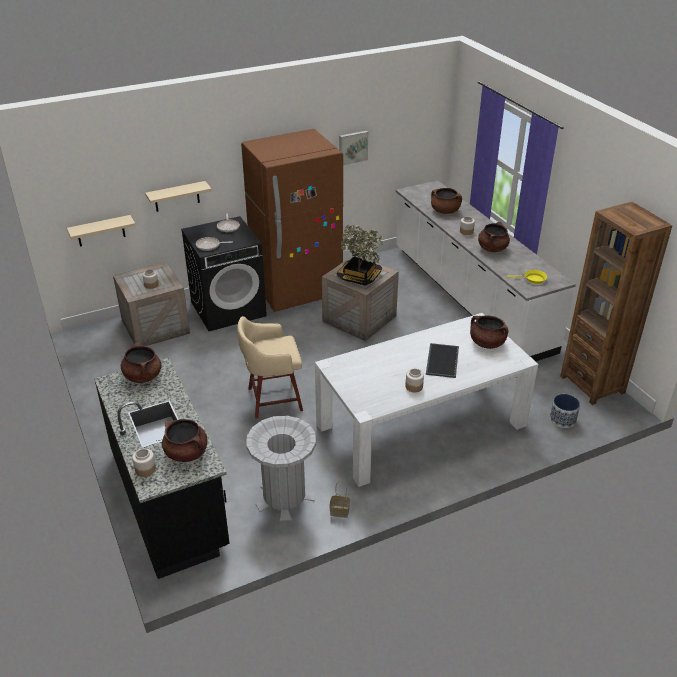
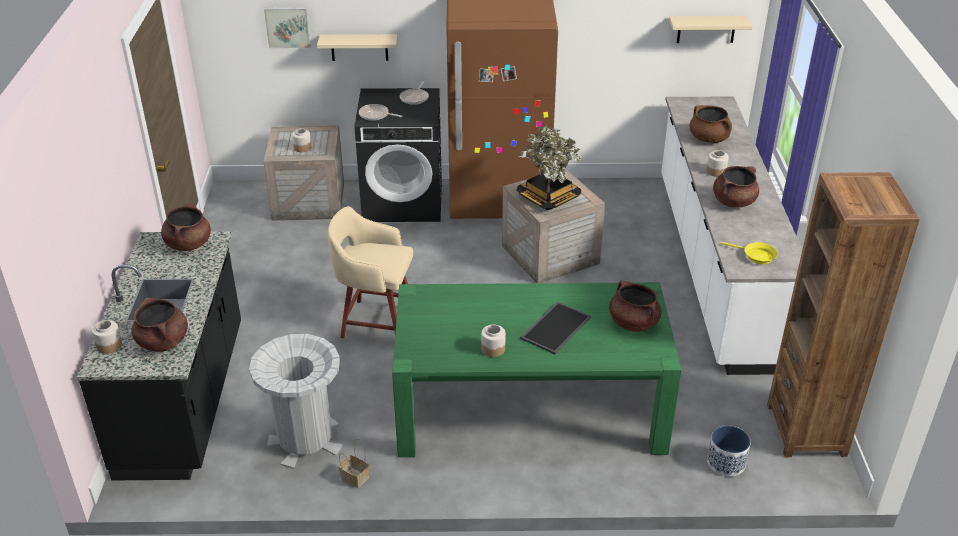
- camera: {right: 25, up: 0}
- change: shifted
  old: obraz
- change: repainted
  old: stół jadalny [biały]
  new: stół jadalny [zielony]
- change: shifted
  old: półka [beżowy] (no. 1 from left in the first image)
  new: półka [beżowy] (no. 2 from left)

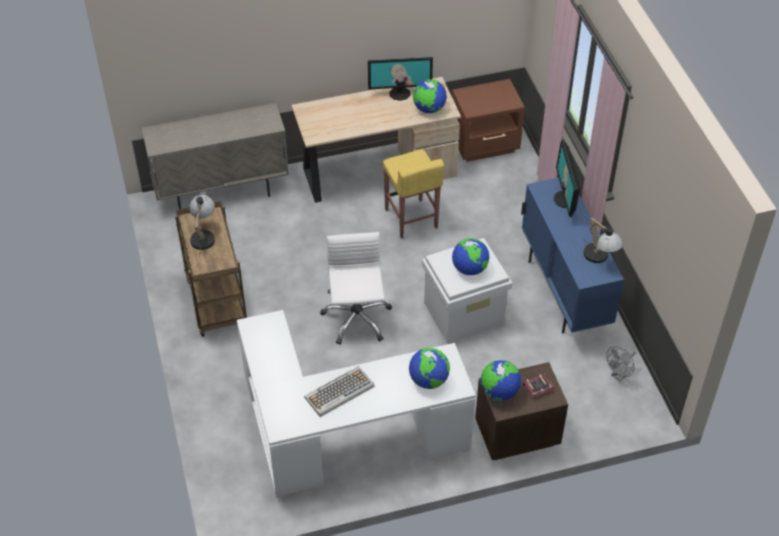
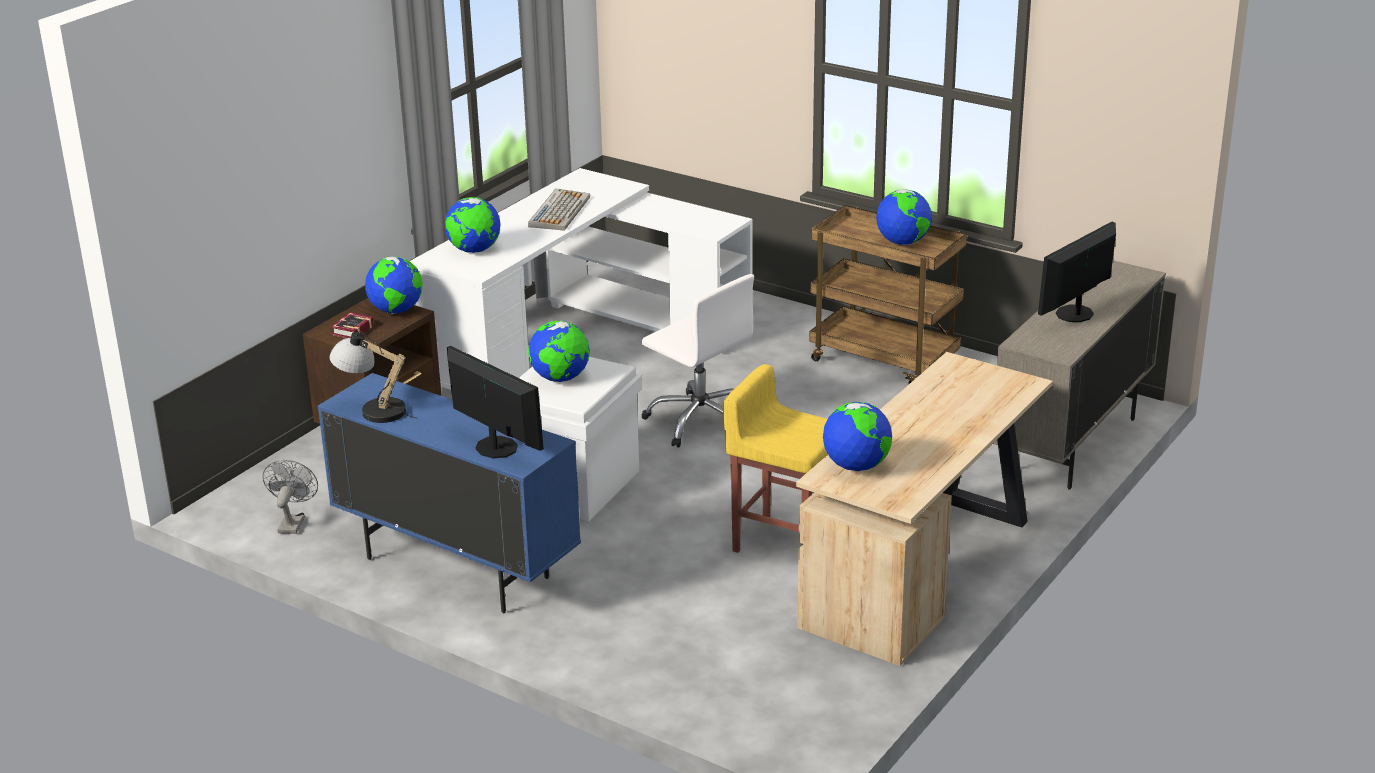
- camera: {right: 140, up: -20}
- change: swapped
  old: lampa stołowa (no. 1 from left)
  new: globus (no. 5 from left)
- change: shifted
  old: monitor (no. 1 from left in the first image)
  new: monitor (no. 2 from left)
- change: gone
  old: szafka nocna [brązowy] (no. 1 from left)

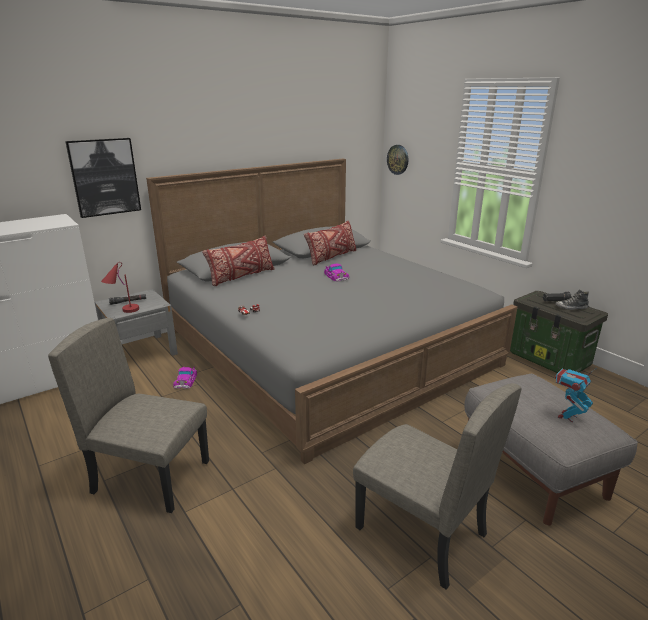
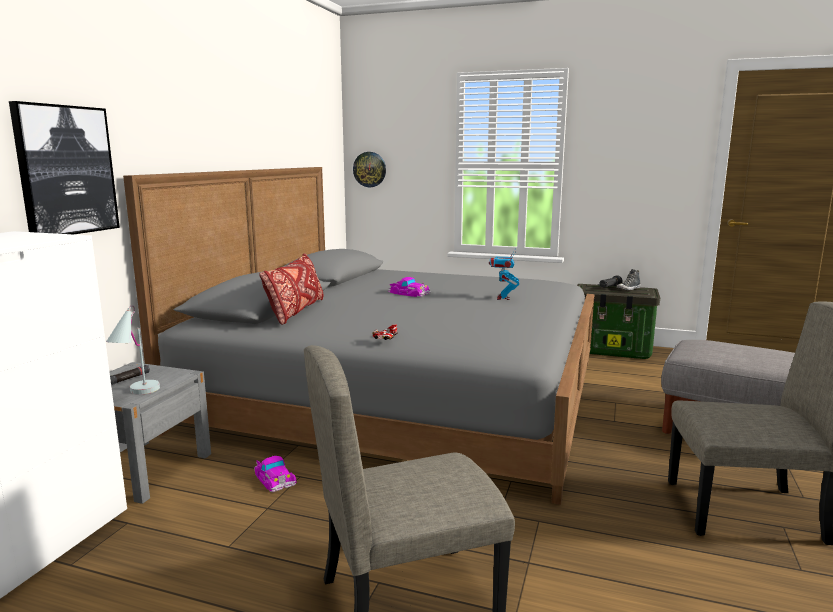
- camera: {right: -35, up: -10}
- change: repainted
  old: lampa stołowa [czerwony]
  new: lampa stołowa [biały]
- change: shifted
  old: robot zabawkowy
- change: gone
  old: poduszka [czerwony] (no. 2 from left)

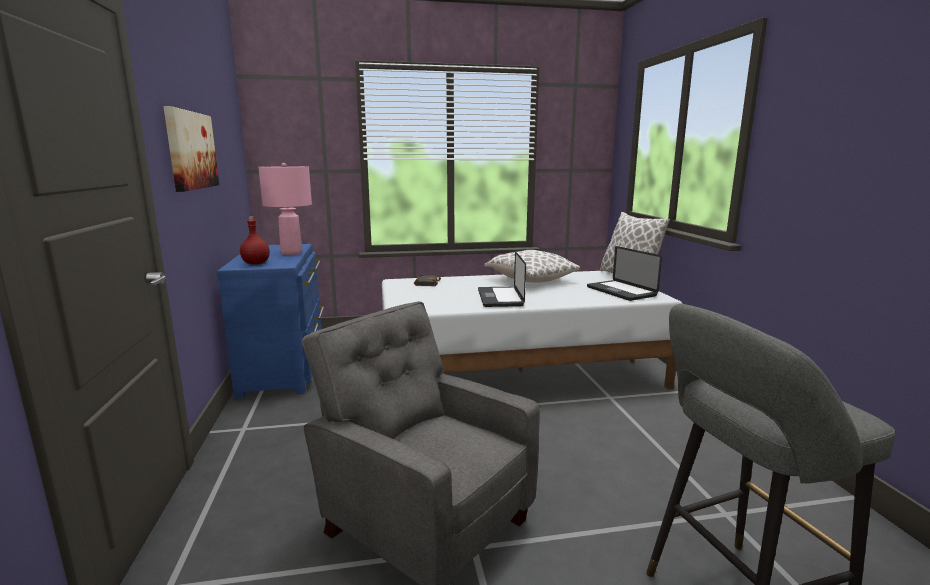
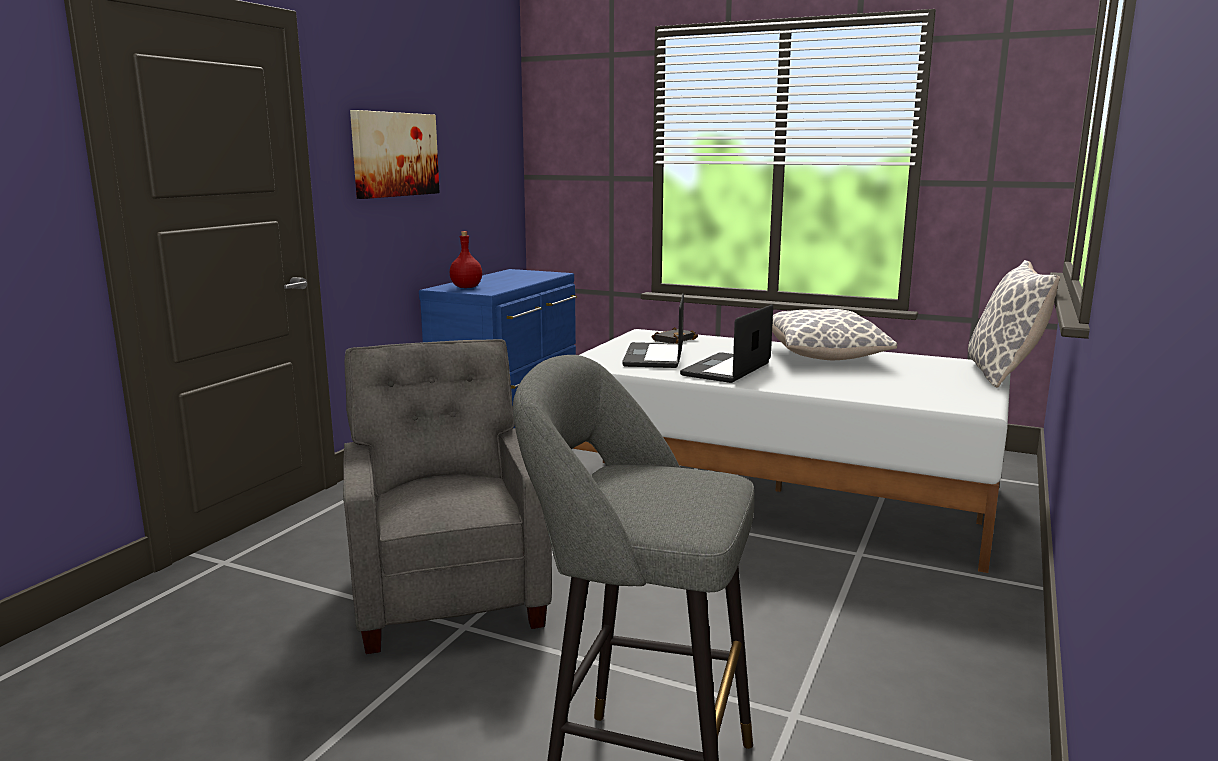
- camera: {right: 35, up: 0}
- change: shifted
  old: laptop (no. 2 from left in the first image)
  new: laptop (no. 1 from left)
- change: gone
  old: lampa stołowa [różowy]

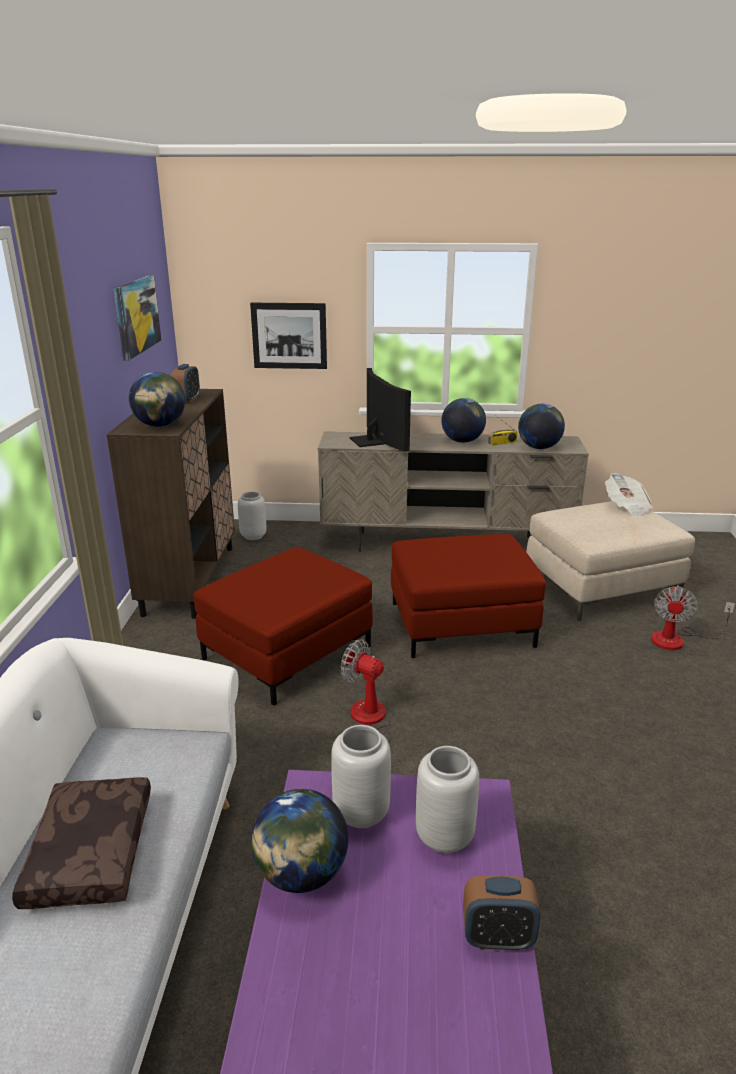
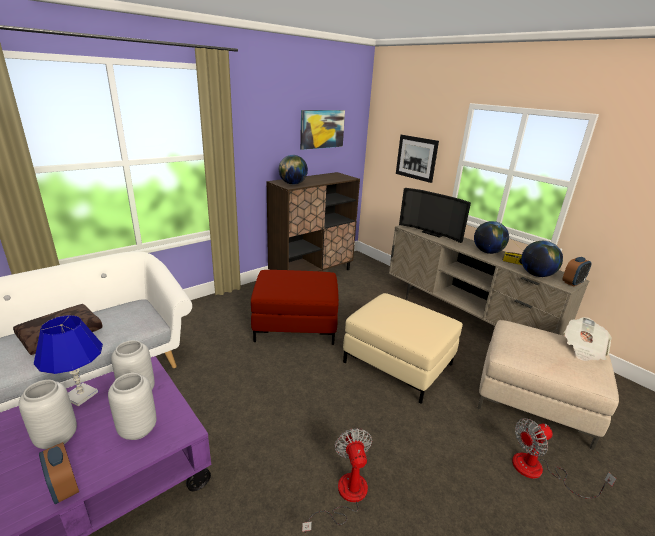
- camera: {right: 45, up: 0}
- change: shifted
  old: wazon [szary] (no. 1 from left)
- change: swapped
  old: globus (no. 2 from left)
  new: lampa stołowa [niebieski]
- change: shifted
  old: wentylator (no. 1 from left)
- change: repainted
  old: pufa [czerwony] (no. 2 from left)
  new: pufa [beżowy] (no. 1 from left)
- change: rotated
  old: telewizor
  degrees: 105
- change: shifted
  old: budzik (no. 1 from left in the first image)
  new: budzik (no. 2 from left)

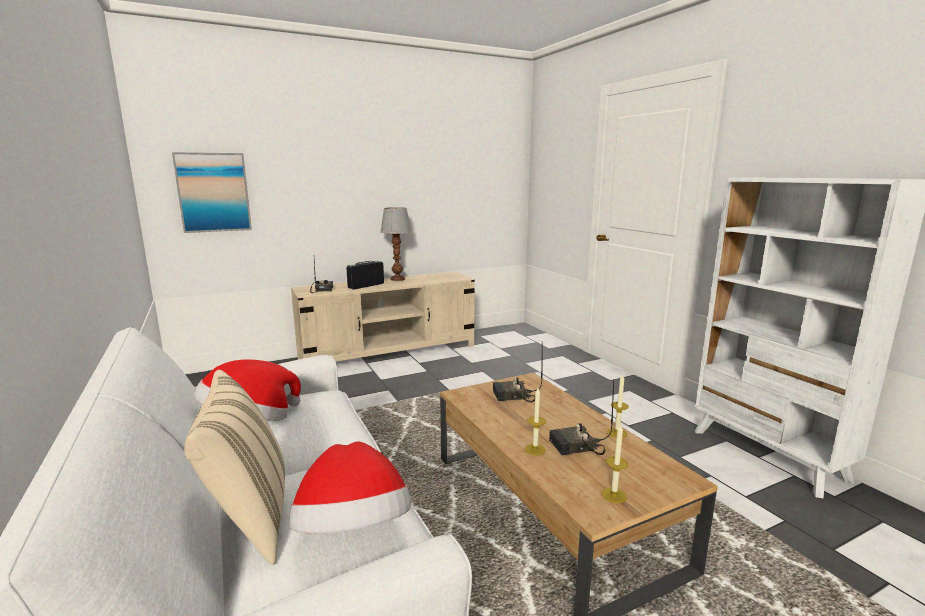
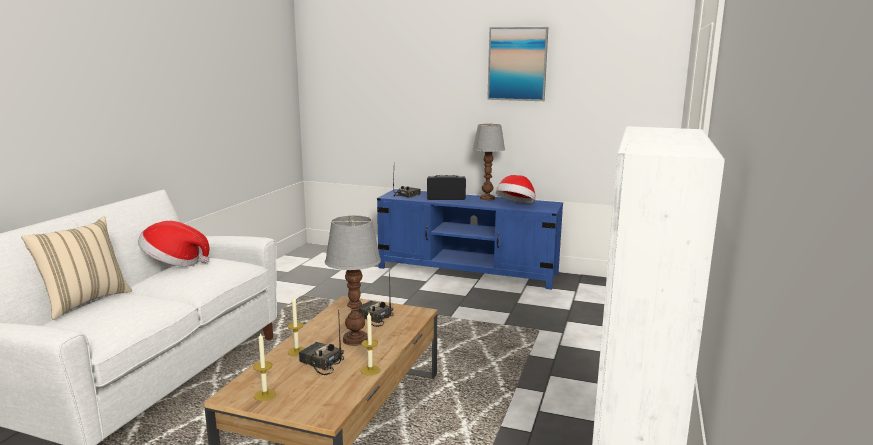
- camera: {right: 45, up: 0}
- change: new
  new: lampa stołowa (no. 1 from left)
- change: repainted
  old: szafka pod telewizor [beżowy]
  new: szafka pod telewizor [niebieski]
- change: shifted
  old: obraz
- change: shifted
  old: kapelusz (no. 2 from left)

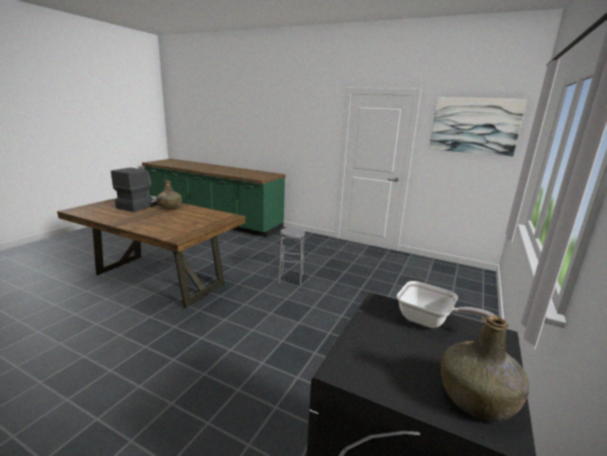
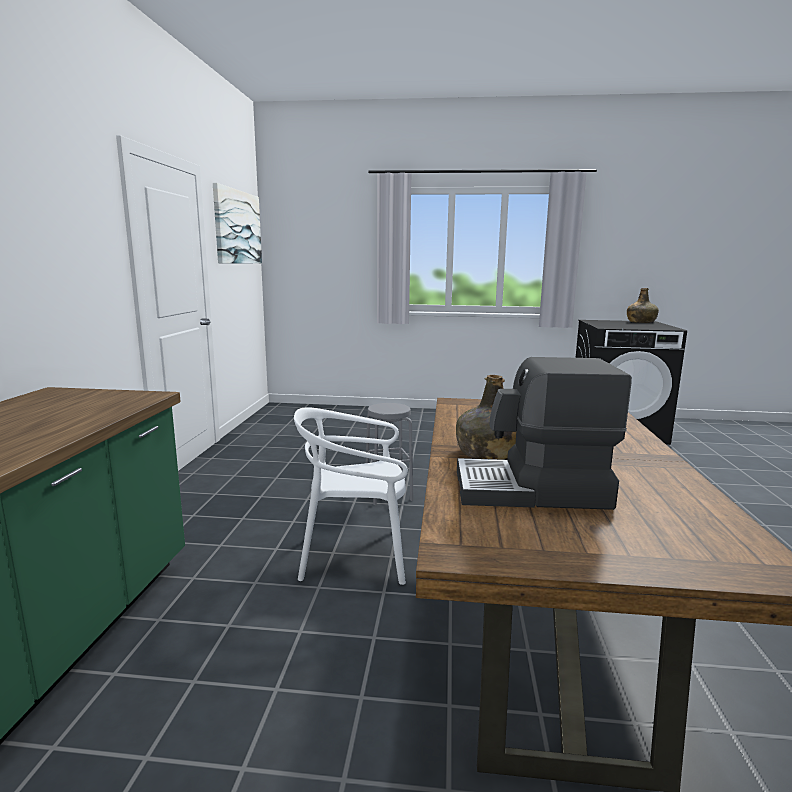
- camera: {right: -110, up: -5}
- change: new
  new: krzesło [biały]
- change: gone
  old: patelnia

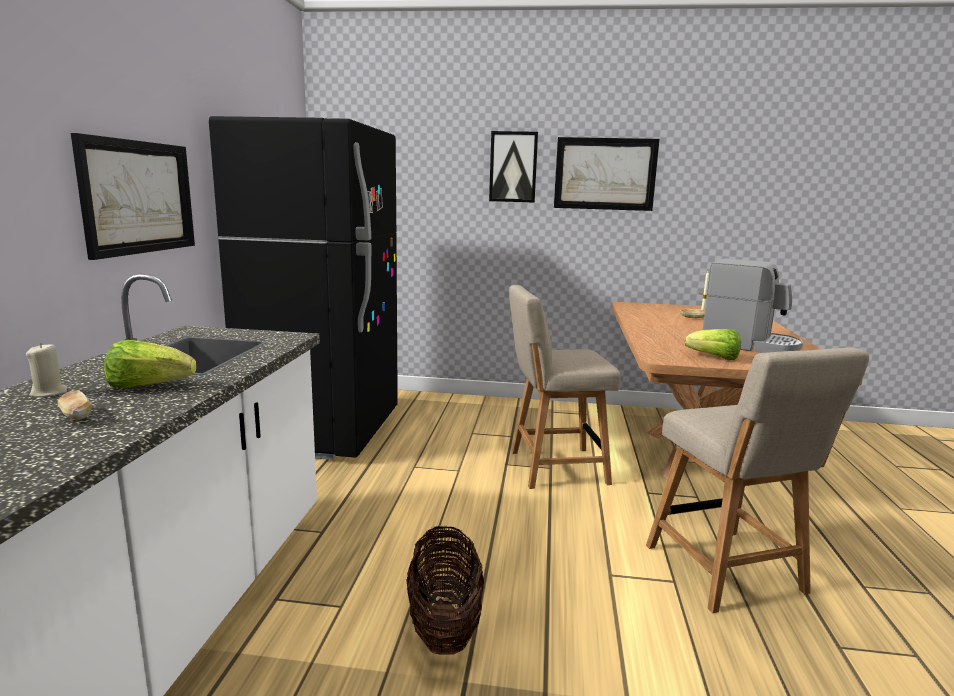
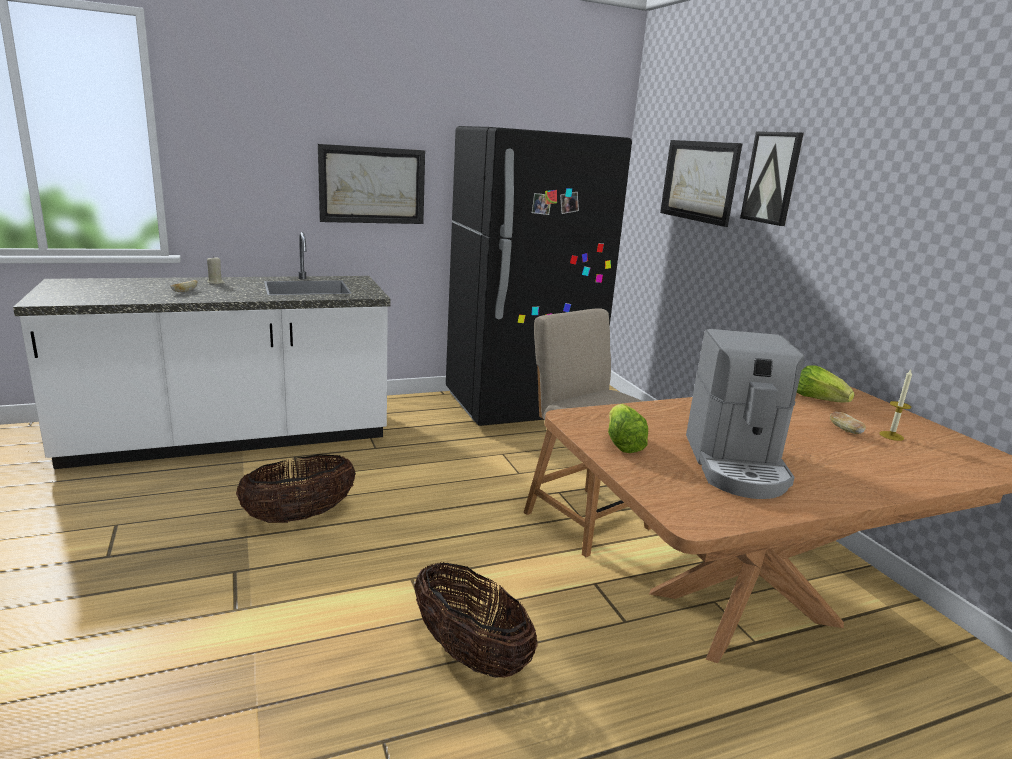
- camera: {right: 60, up: 5}
- change: swapped
  old: krzesło [beżowy] (no. 2 from left)
  new: koszyk (no. 2 from left)
- change: shifted
  old: obraz (no. 3 from left in the first image)
  new: obraz (no. 2 from left)
- change: shifted
  old: sałata (no. 1 from left in the first image)
  new: sałata (no. 2 from left)

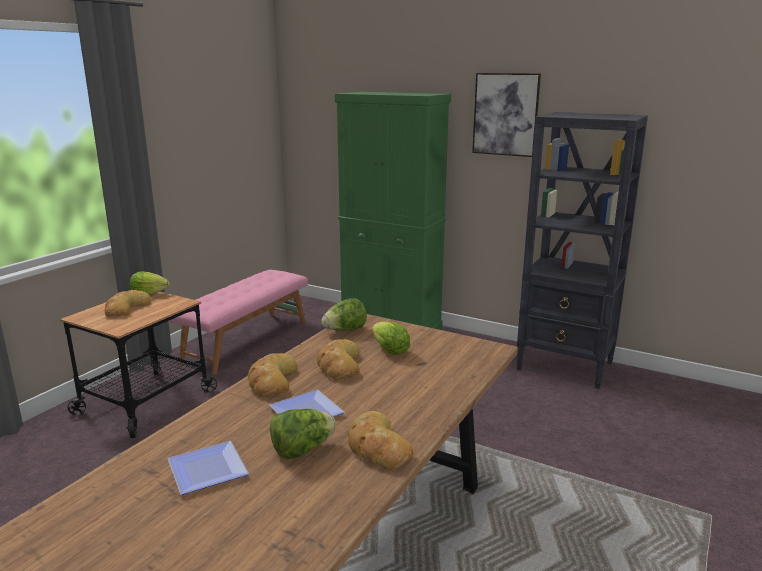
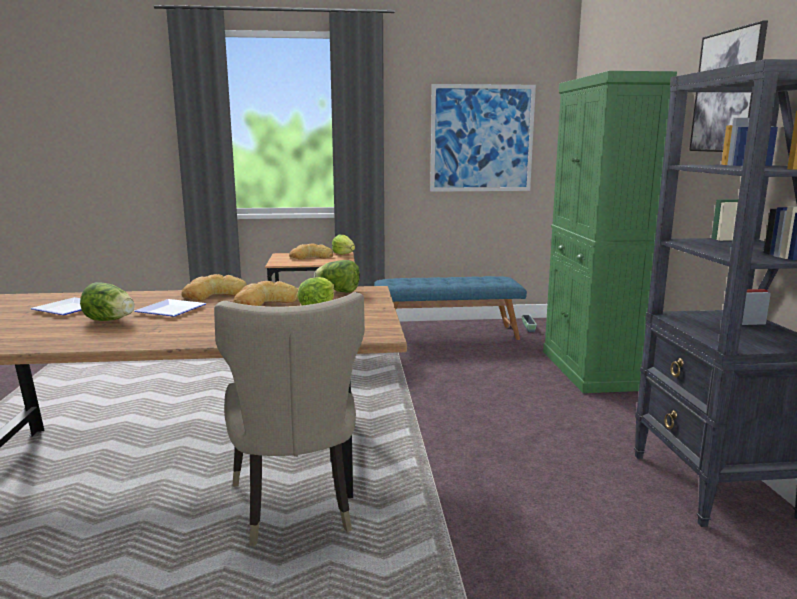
- camera: {right: 55, up: -5}
- change: new
  new: krzesło [beżowy]
- change: repainted
  old: ławka [różowy]
  new: ławka [niebieski]
- change: new
  new: obraz (no. 1 from left)
- change: gone
  old: chleb (no. 4 from left)

